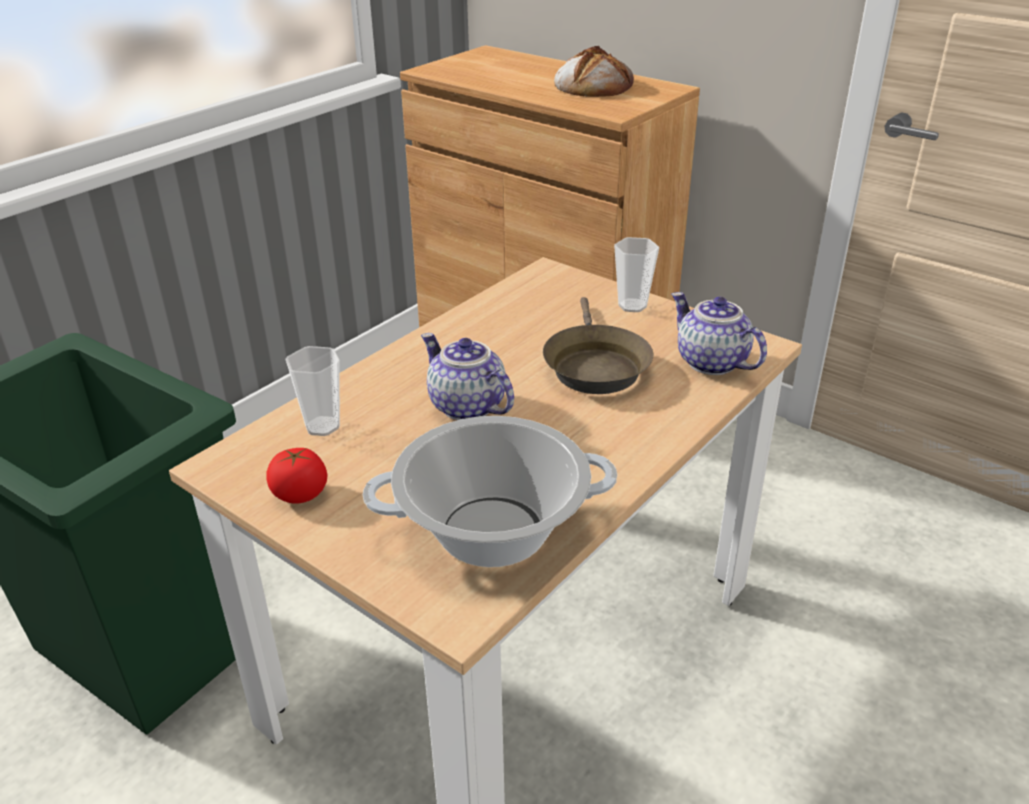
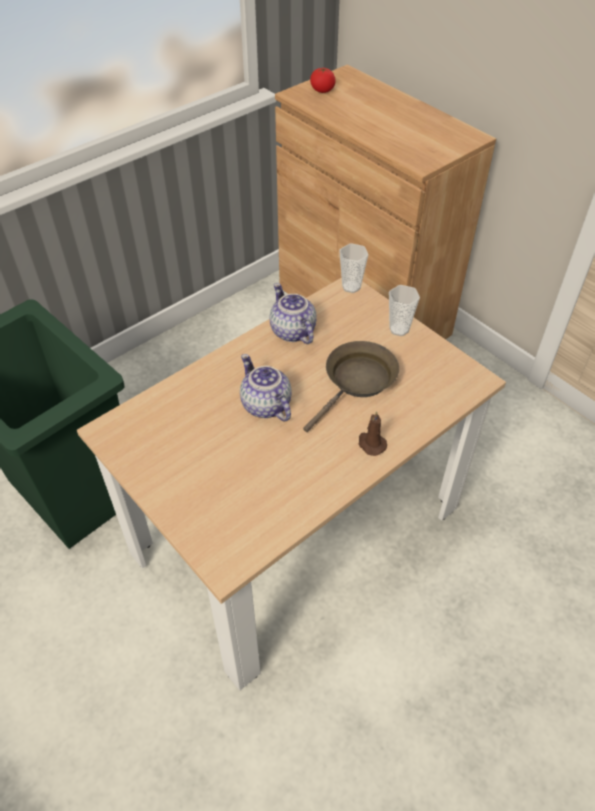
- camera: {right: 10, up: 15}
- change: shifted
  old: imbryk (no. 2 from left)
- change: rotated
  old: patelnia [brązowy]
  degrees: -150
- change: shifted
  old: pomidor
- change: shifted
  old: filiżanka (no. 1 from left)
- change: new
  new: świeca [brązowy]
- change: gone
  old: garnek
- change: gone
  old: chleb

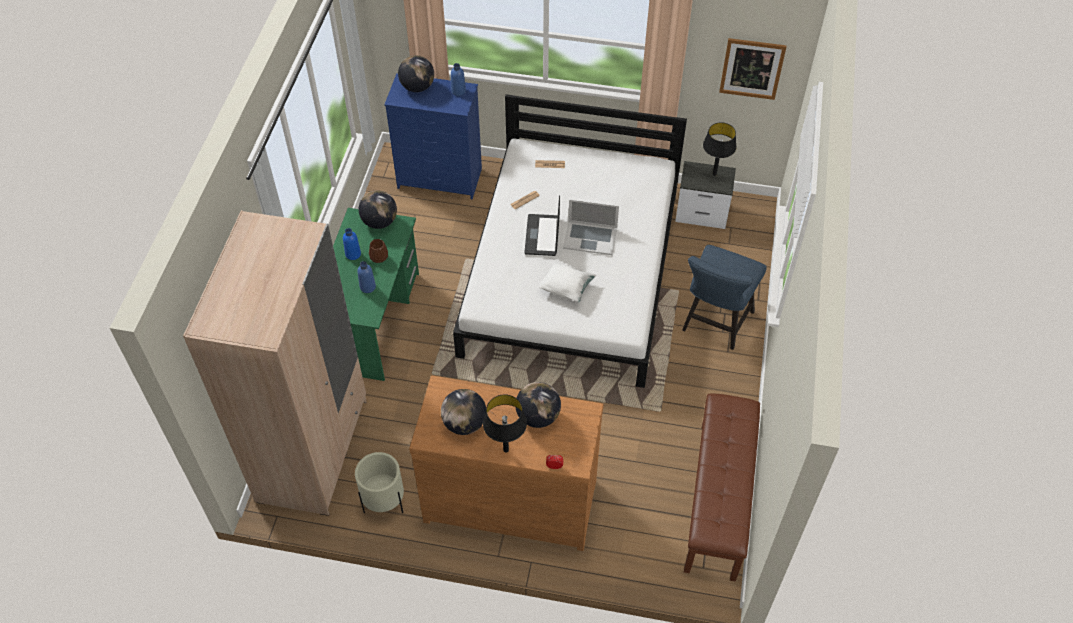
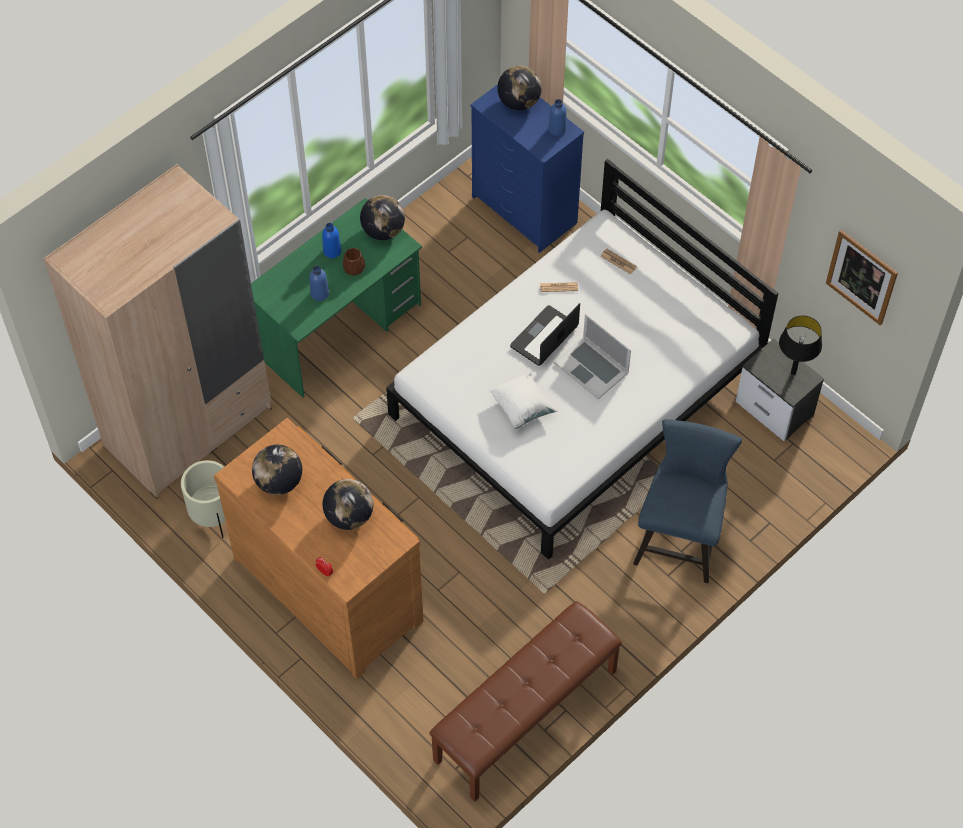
- camera: {right: 35, up: 5}
- change: rotated
  old: krzesło [niebieski]
  degrees: 135
- change: gone
  old: lampa stołowa [czarny] (no. 1 from left)

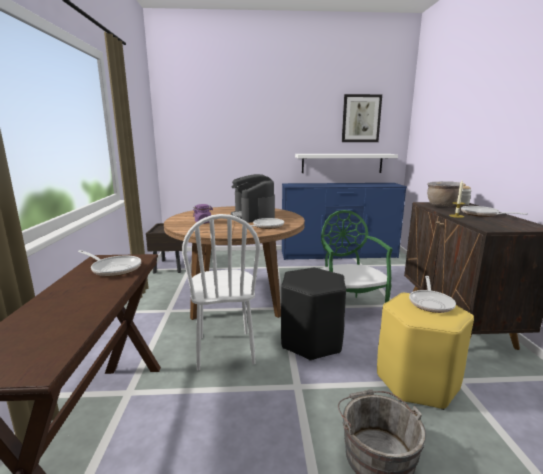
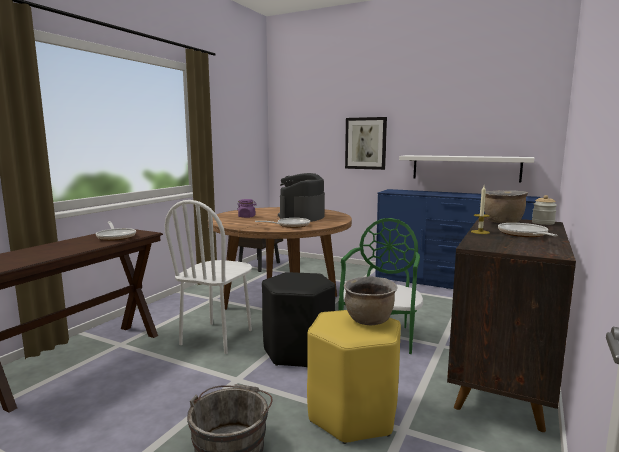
- camera: {right: 30, up: -5}
- change: swapped
  old: patelnia (no. 3 from left)
  new: garnek [brązowy] (no. 1 from left)
- change: shifted
  old: obraz

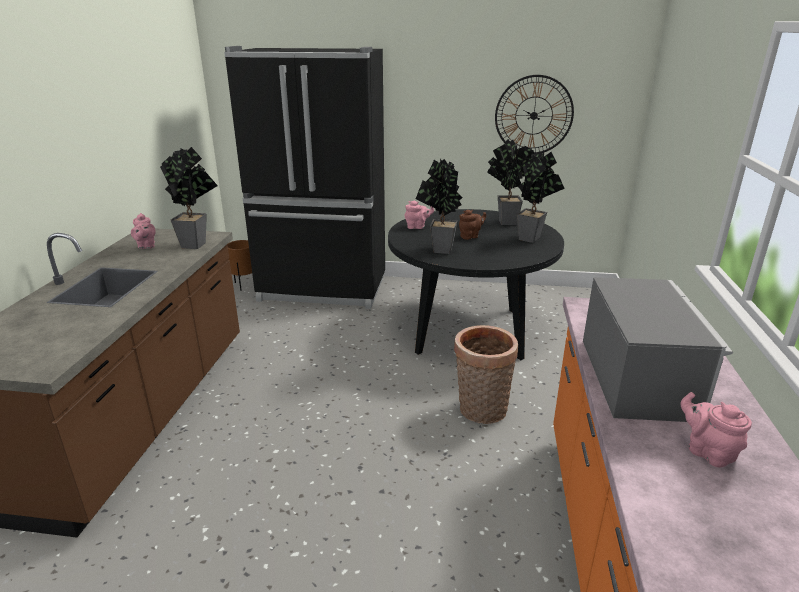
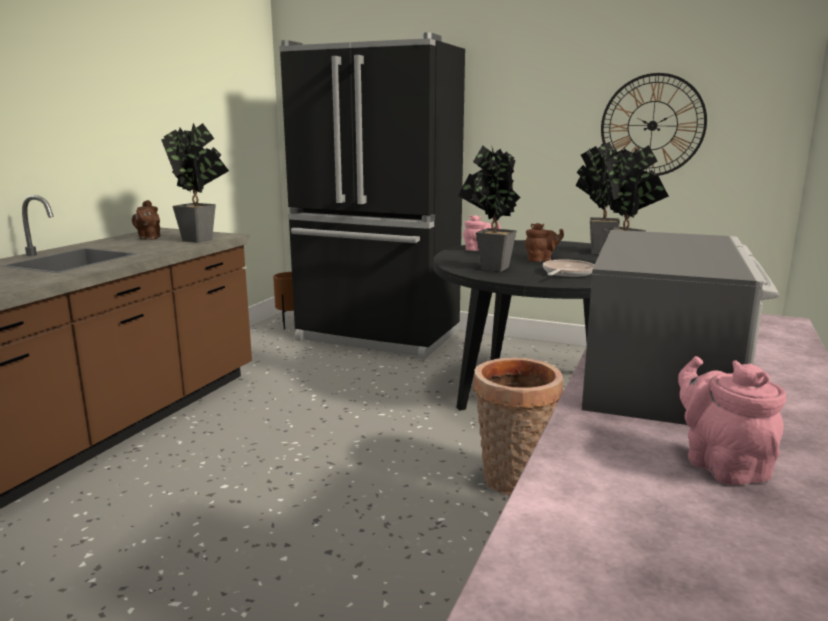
- camera: {right: 15, up: -10}
- change: repainted
  old: imbryk [różowy] (no. 1 from left)
  new: imbryk [brązowy] (no. 1 from left)
- change: new
  new: patelnia

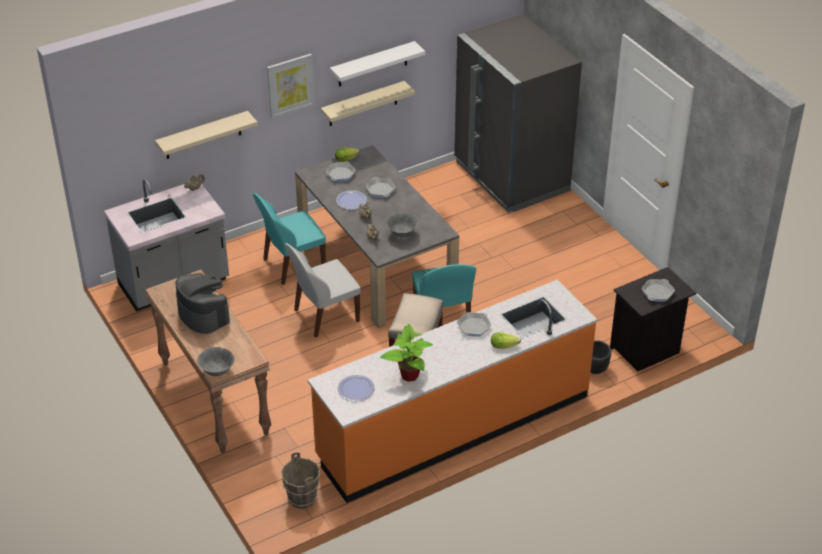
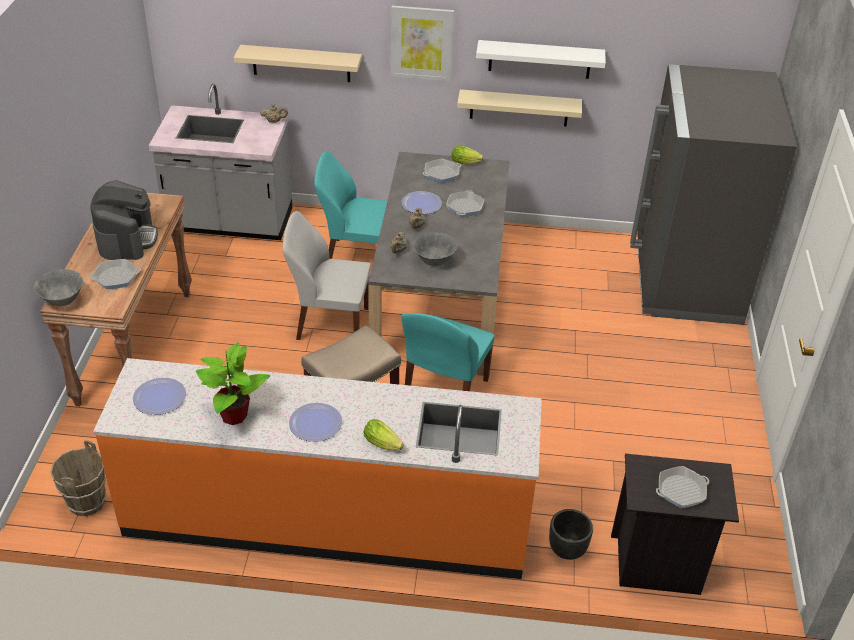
- camera: {right: 35, up: 0}
- change: shifted
  old: patelnia (no. 3 from left in the first image)
  new: patelnia (no. 1 from left)
- change: new
  new: talerz (no. 2 from left)

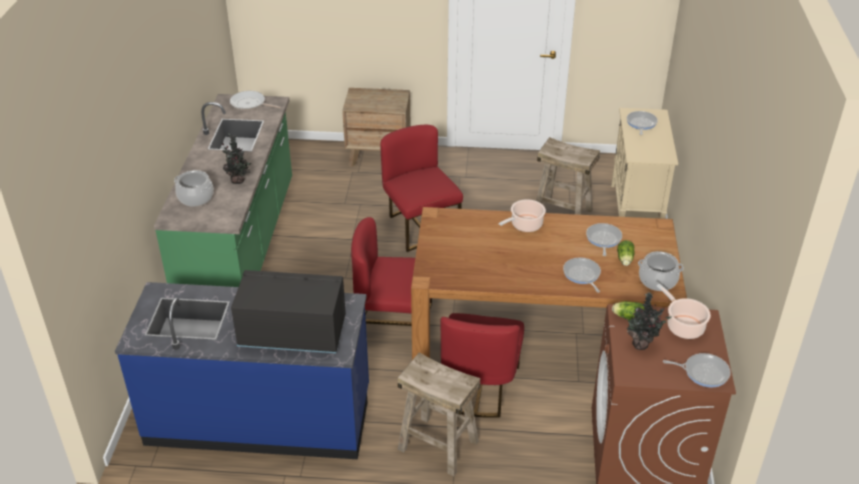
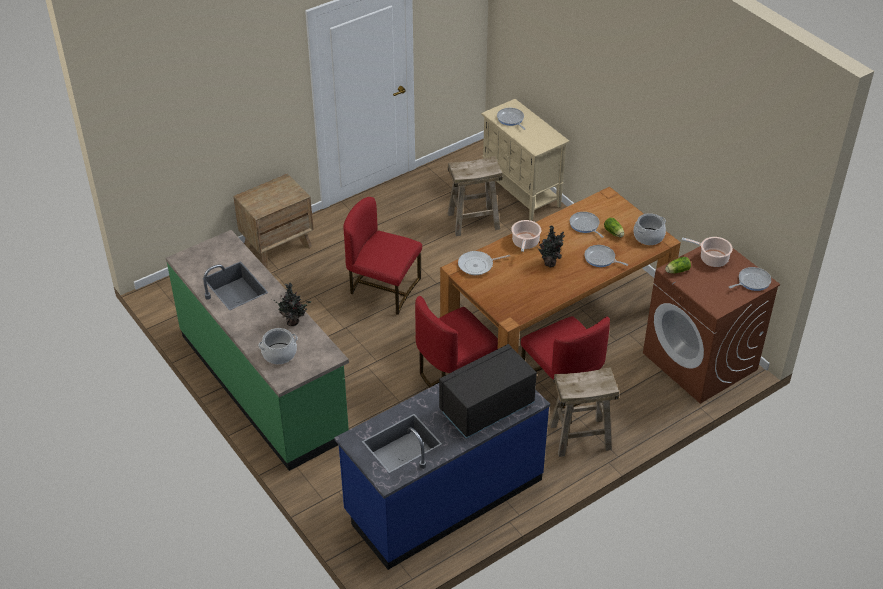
- camera: {right: -40, up: 5}
- change: shifted
  old: patelnia (no. 1 from left)
- change: shifted
  old: roślina doniczkowa (no. 2 from left)

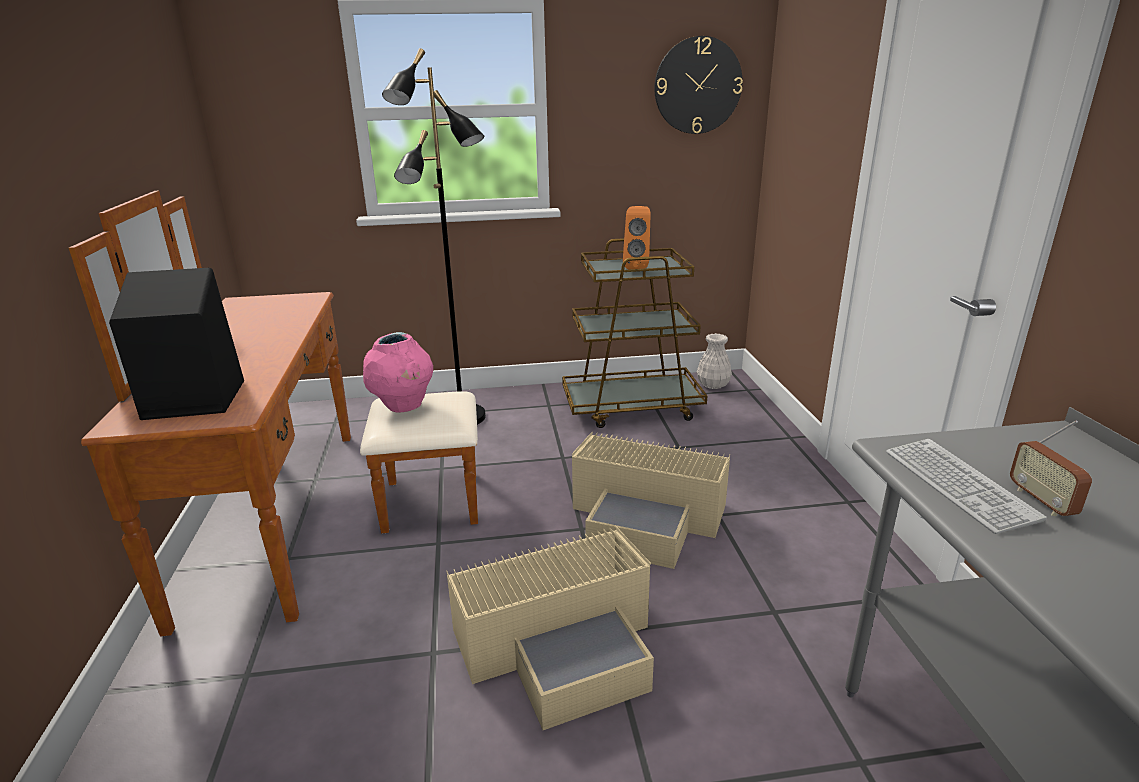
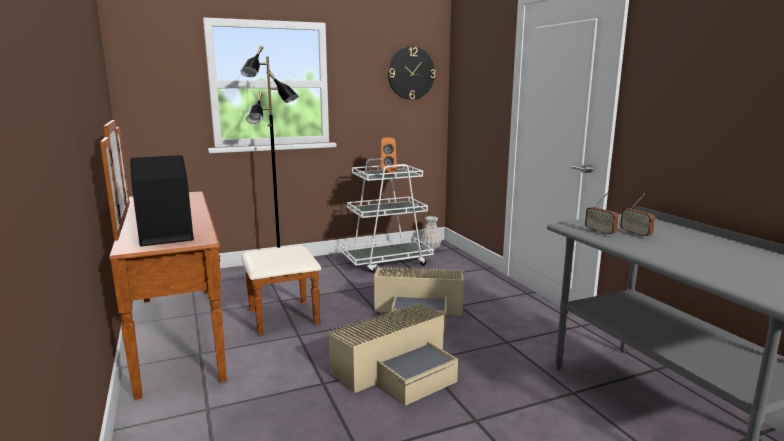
- camera: {right: -15, up: -10}
- change: repainted
  old: wózek [brązowy]
  new: wózek [biały]
- change: swapped
  old: klawiatura
  new: radio (no. 1 from left)
- change: gone
  old: wazon [różowy]

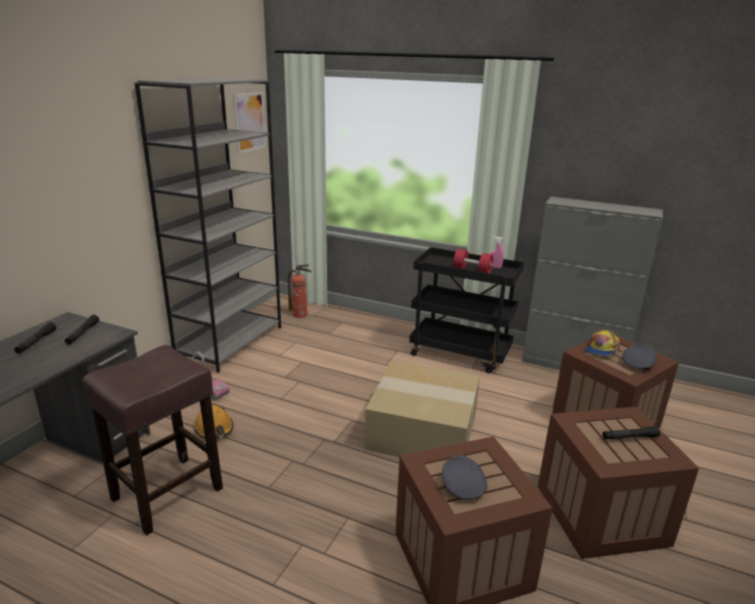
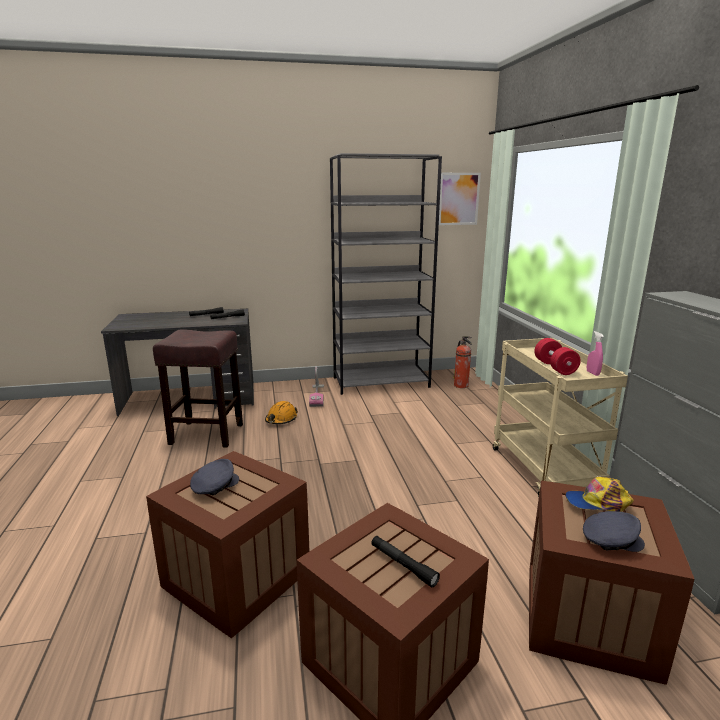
- camera: {right: 55, up: -5}
- change: repainted
  old: wózek [czarny]
  new: wózek [beżowy]
- change: gone
  old: karton

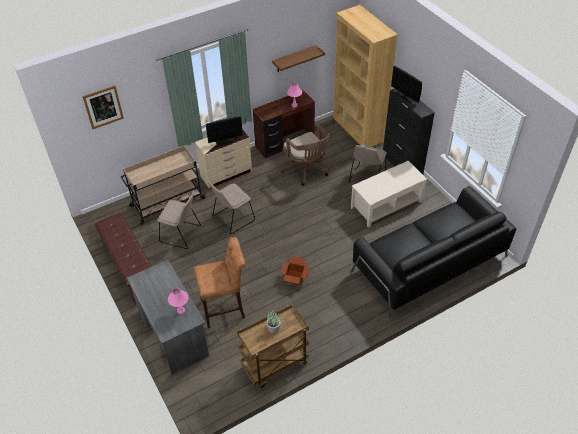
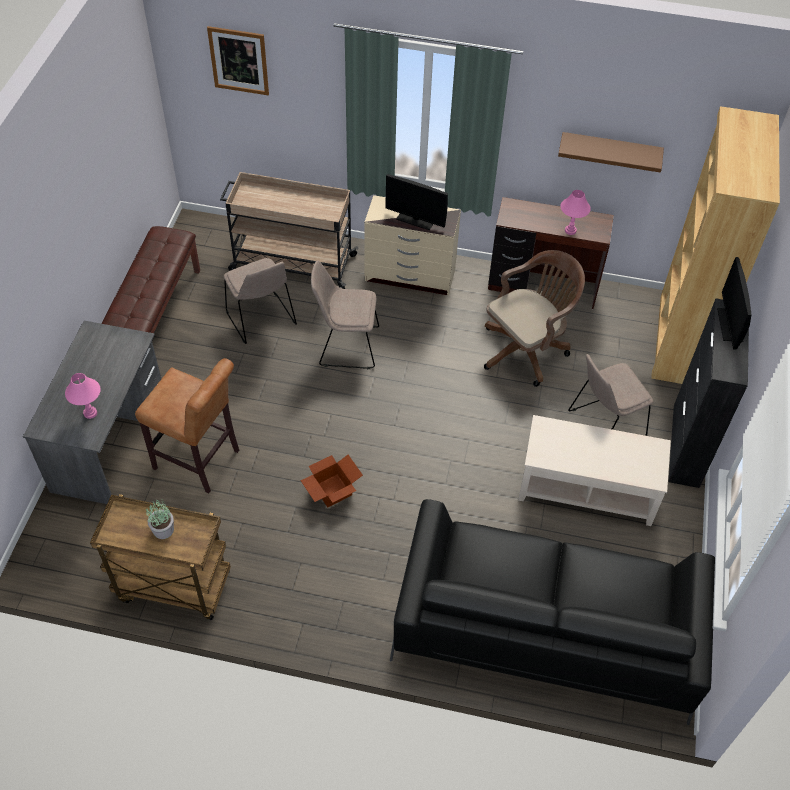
- camera: {right: 40, up: 5}
- change: rotated
  old: krzesło biurowe [brązowy]
  degrees: -135

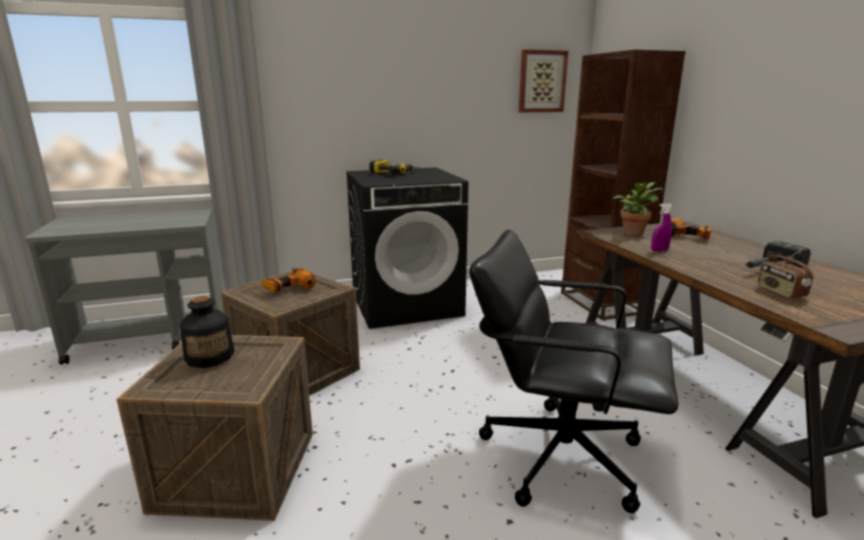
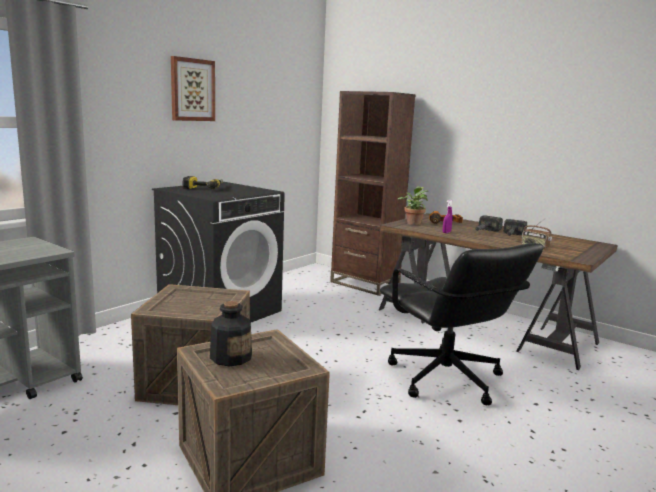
- camera: {right: -35, up: -5}
- change: shifted
  old: obraz
- change: rotated
  old: krzesło biurowe [czarny]
  degrees: -105
- change: new
  new: młotek (no. 1 from left)
- change: gone
  old: wiertarka (no. 1 from left)

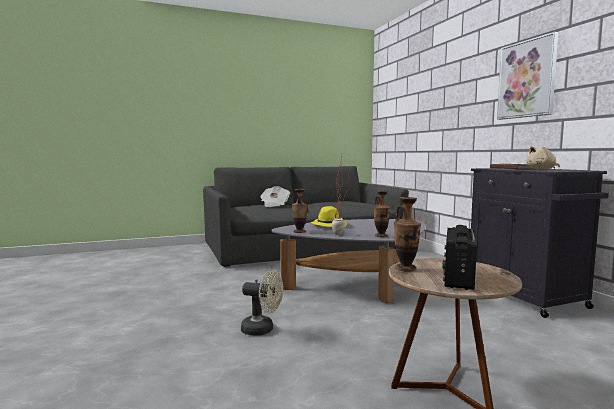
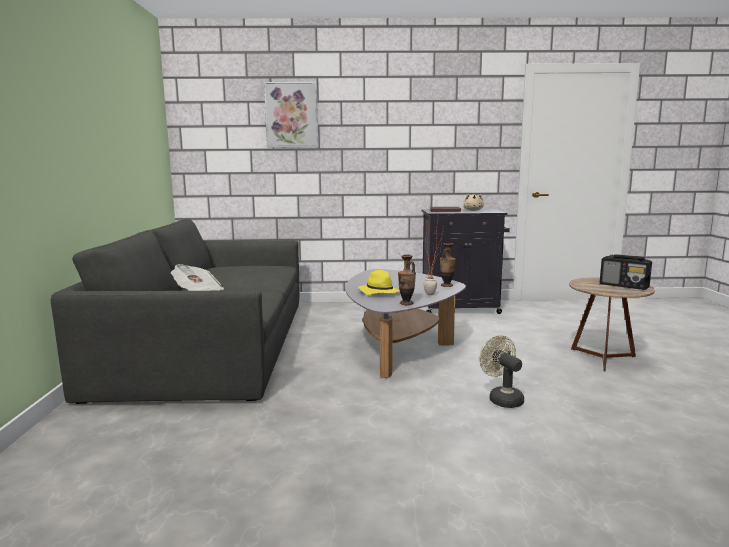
- camera: {right: -70, up: 5}
- change: shifted
  old: obraz
- change: rotated
  old: wentylator [beżowy]
  degrees: -60
- change: gone
  old: wazon (no. 3 from left)

